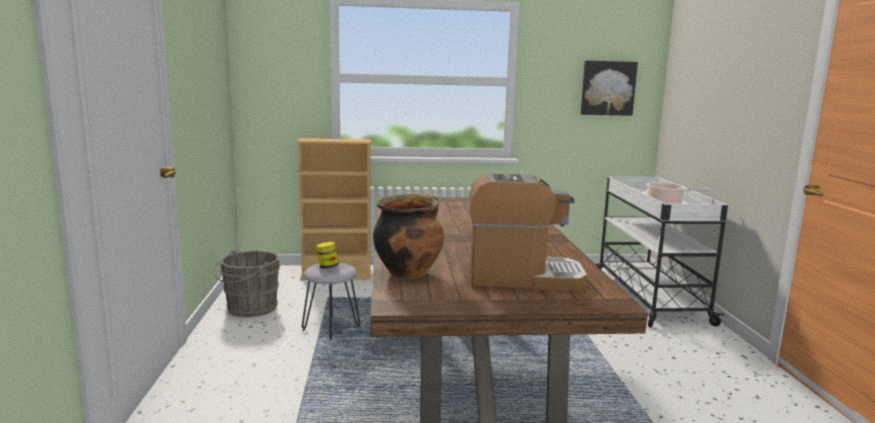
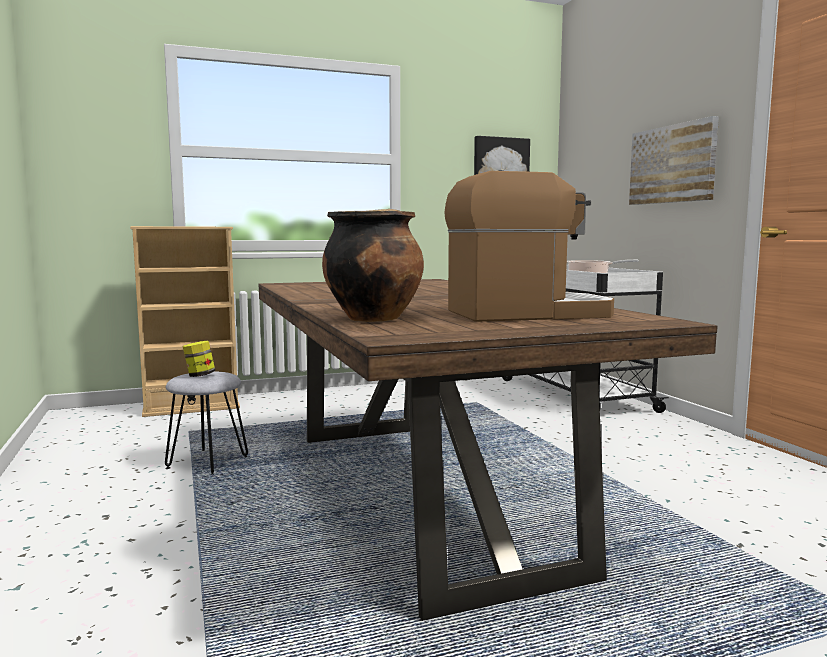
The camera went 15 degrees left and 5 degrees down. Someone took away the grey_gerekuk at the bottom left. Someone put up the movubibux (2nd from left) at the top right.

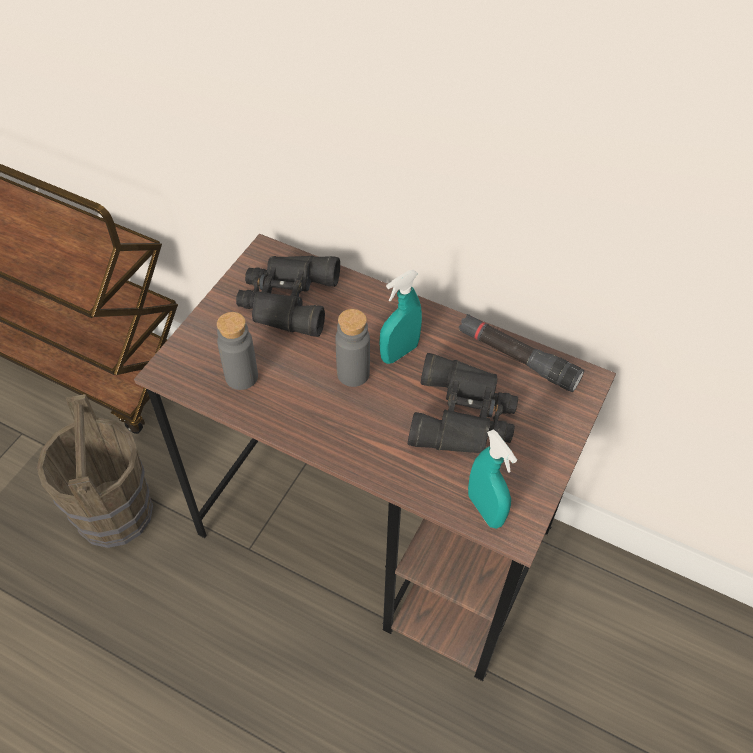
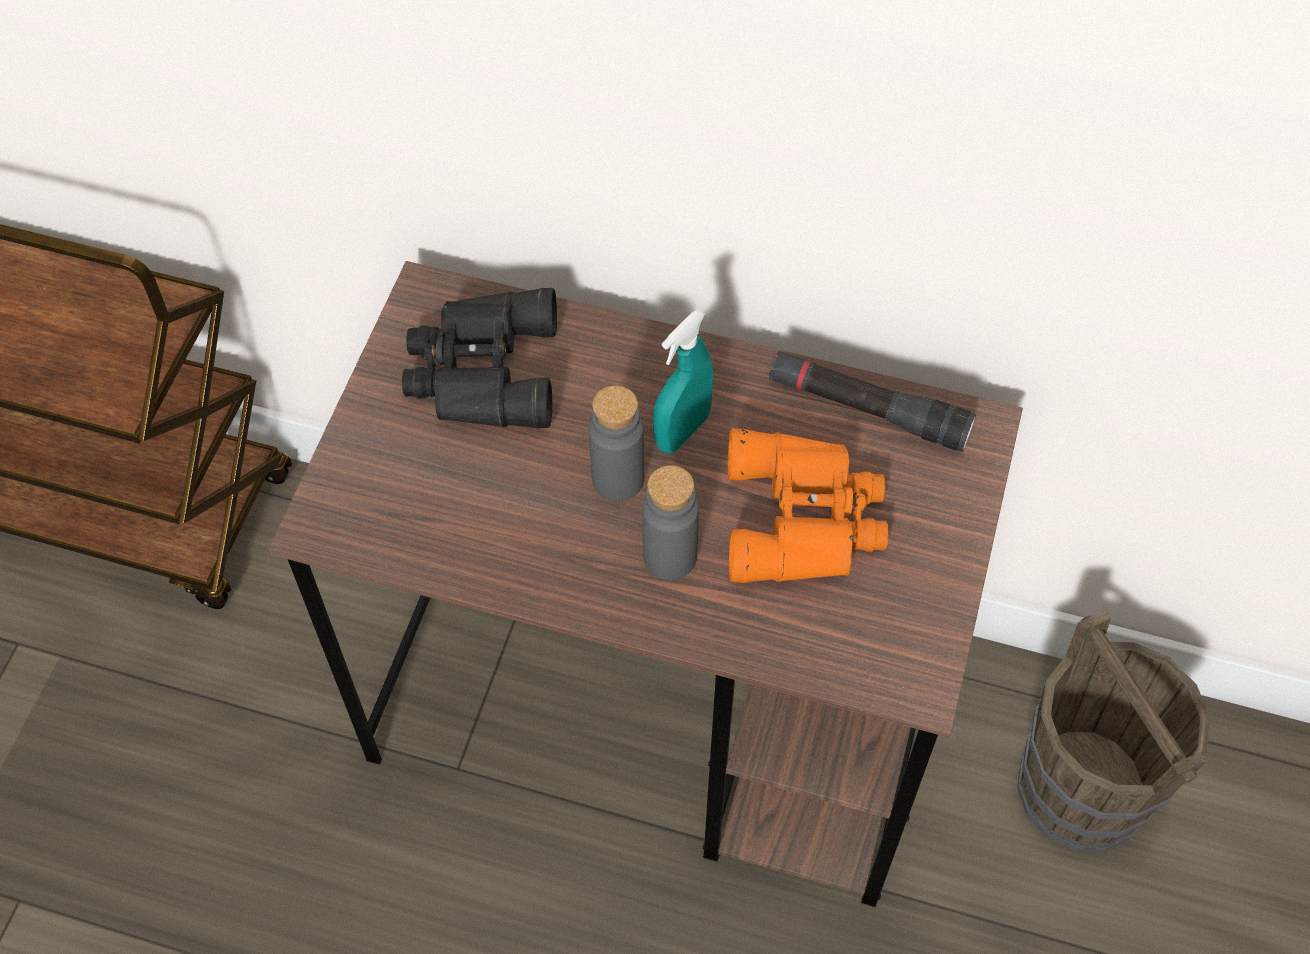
The camera went 10 degrees left and 5 degrees up. Someone carried the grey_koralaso (1st from left in the first image) from the middle left to the centre. Someone repainted the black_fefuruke (2nd from left) at the centre, which became the orange_fefuruke at the centre. Someone carried the brown_gerekuk from the middle left to the bottom right. Someone took away the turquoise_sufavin (2nd from left) at the centre.

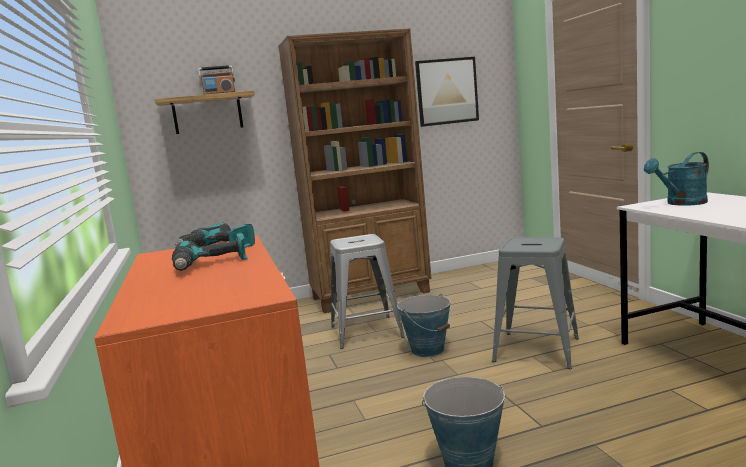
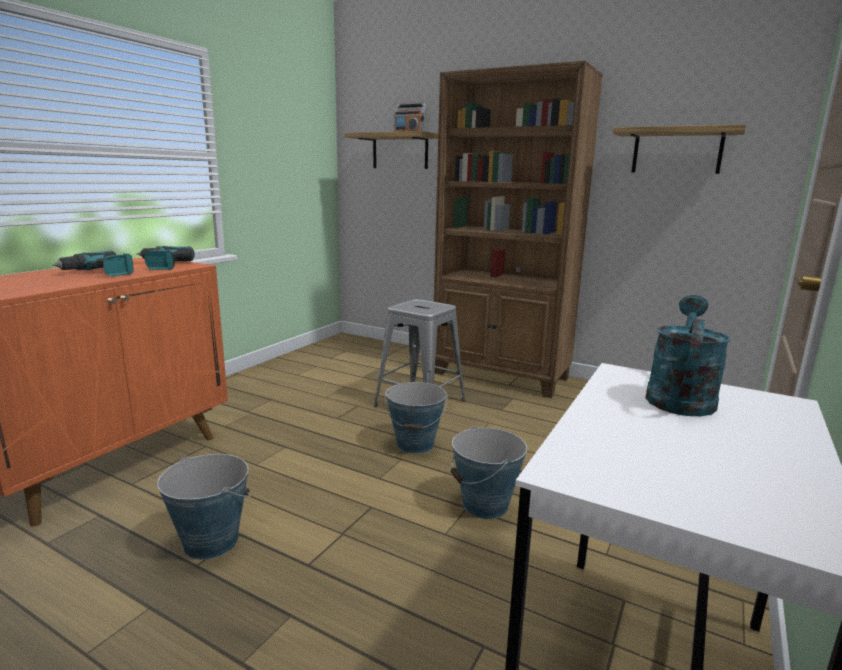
The camera went 45 degrees right and 5 degrees up. Someone swapped the movubibux at the top centre for the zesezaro (2nd from left) at the top right. Someone rotated the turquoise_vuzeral at the middle right by 90 degrees clockwise. Someone swapped the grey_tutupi (2nd from left) at the middle right for the gerekuk (3rd from left) at the bottom centre.

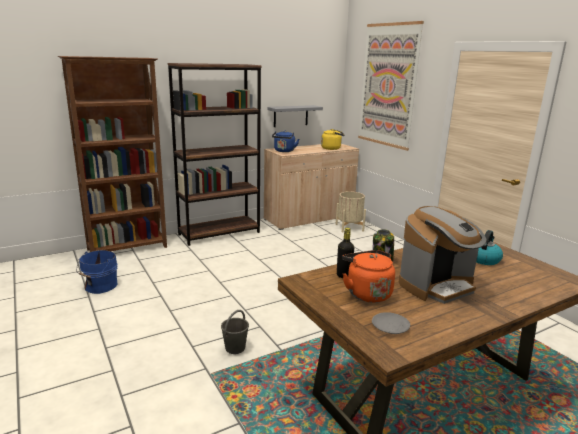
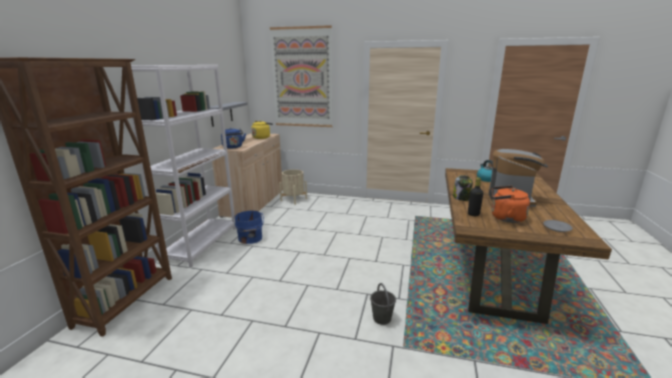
The camera went 45 degrees left and 0 degrees up. Someone repainted the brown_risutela (2nd from left) at the centre, which became the white_risutela at the middle left. Someone carried the blue_gerekuk from the middle left to the centre.

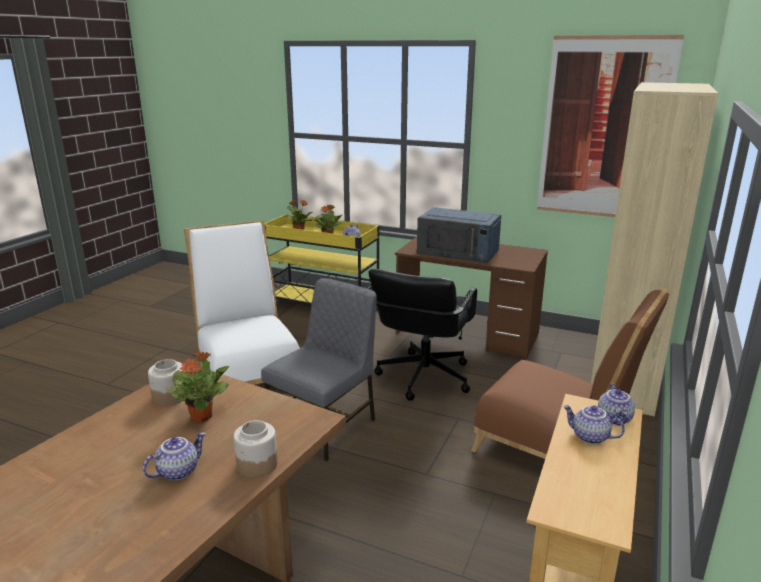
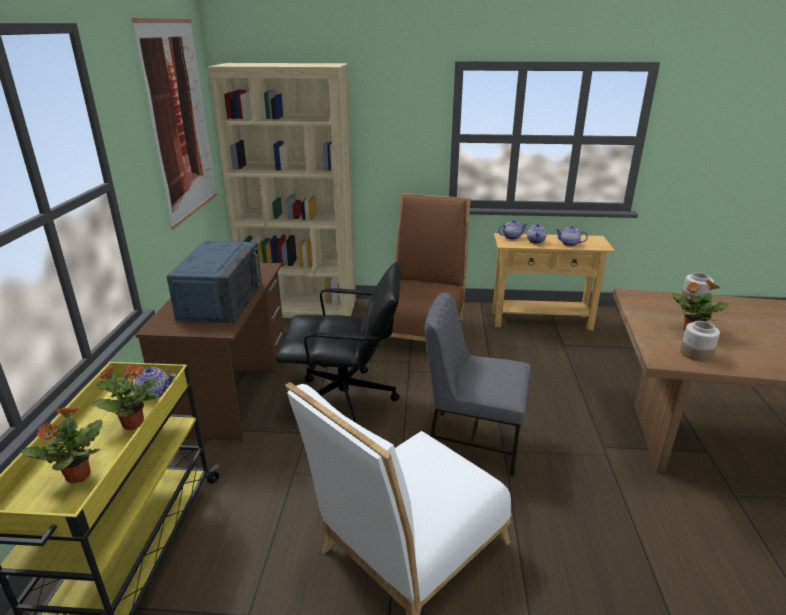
The camera went 110 degrees left and 5 degrees up. Someone carried the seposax (1st from left in the first image) from the bottom left to the middle right.

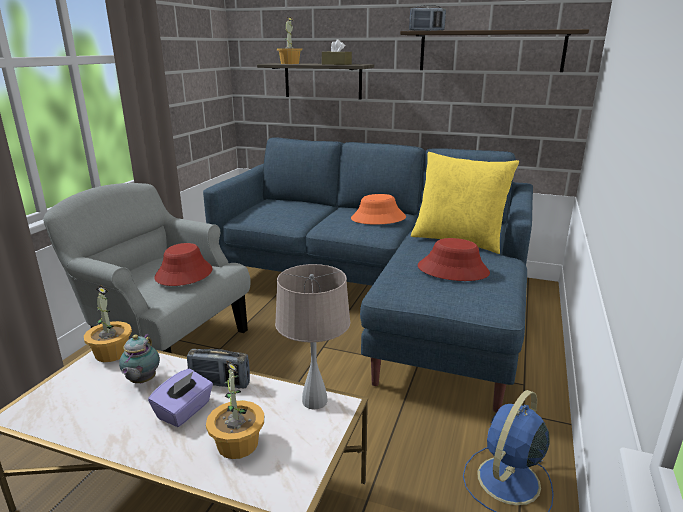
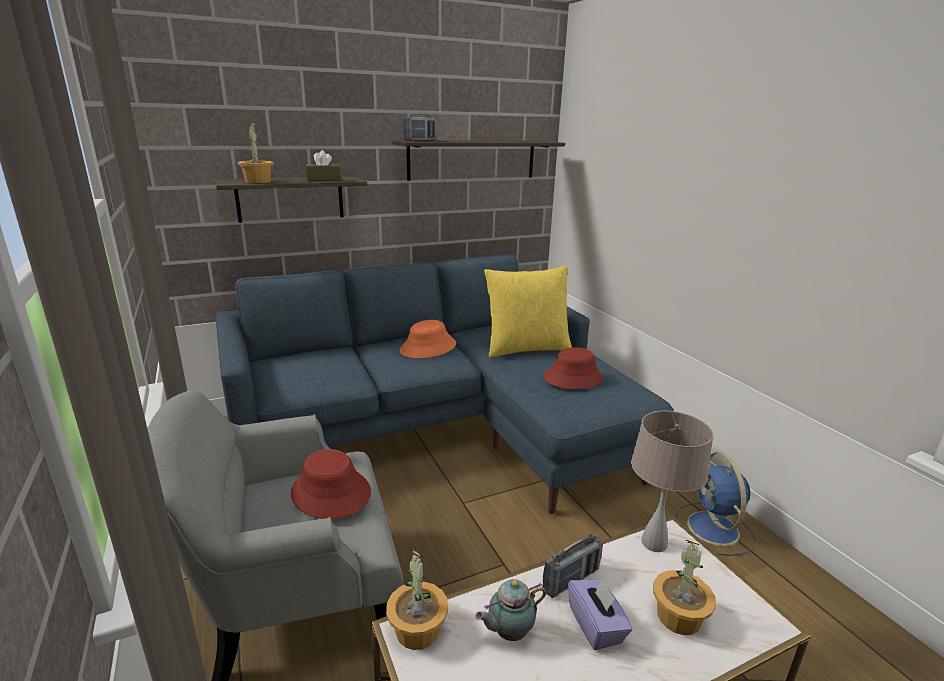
The camera went 45 degrees left and 0 degrees up. Someone rotated the seposax at the bottom left by 105 degrees clockwise.

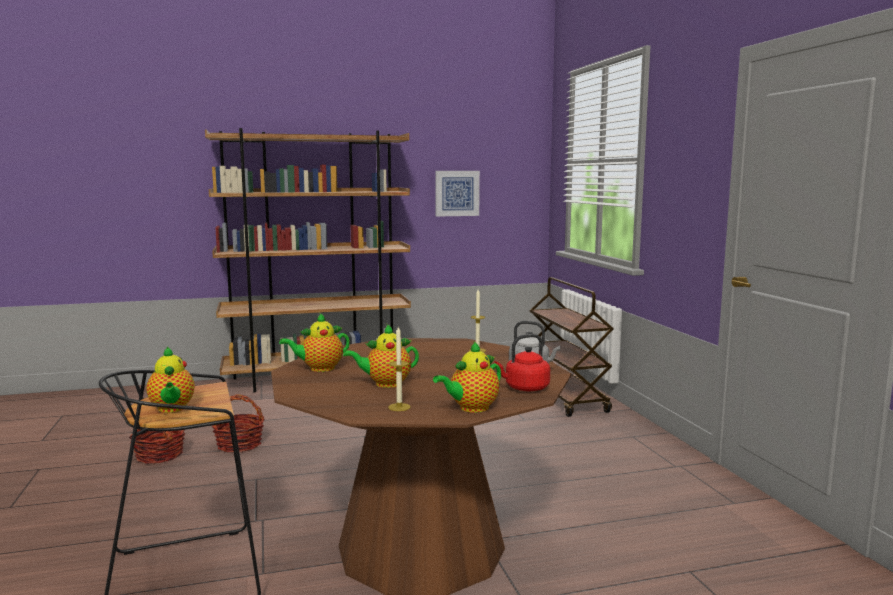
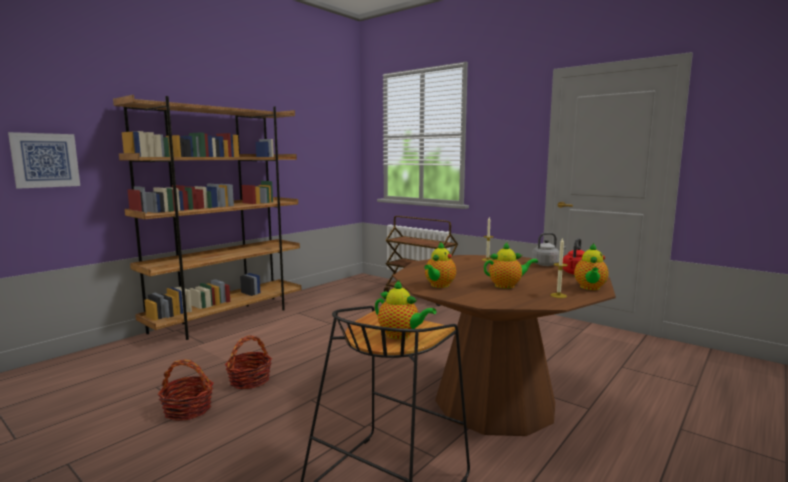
The camera went 35 degrees left and 0 degrees up. Someone carried the movubibux from the top centre to the top left. Someone rotated the seposax (3rd from left) at the centre by 135 degrees counterclockwise.

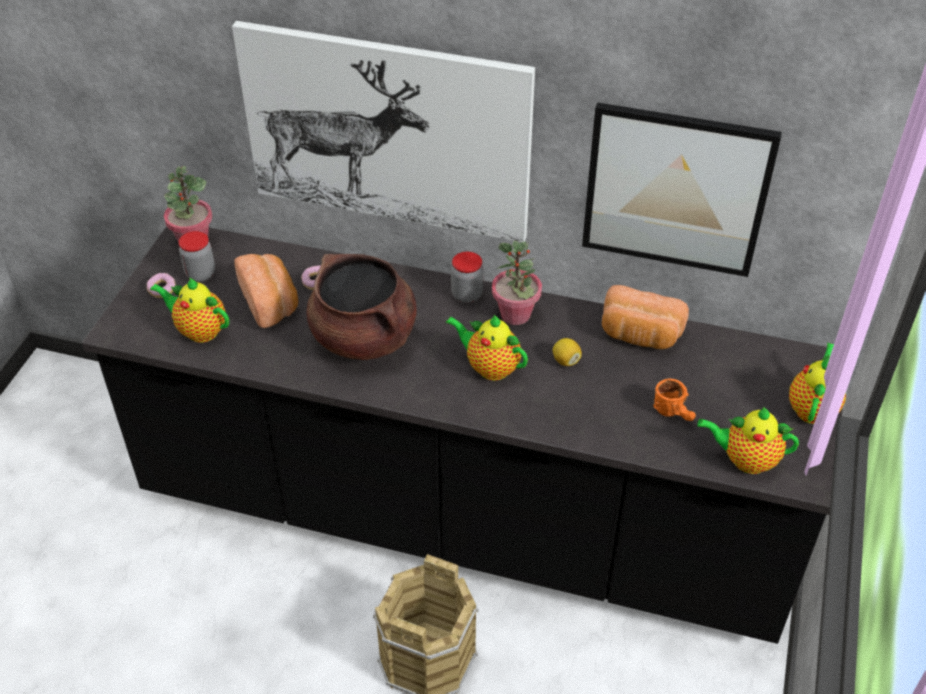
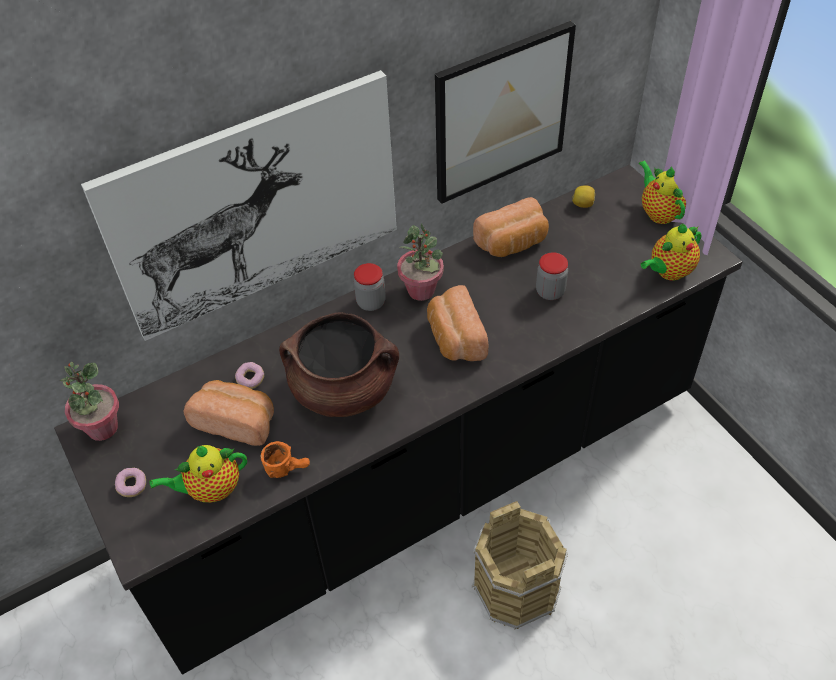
The camera went 45 degrees left and 5 degrees up. Someone carried the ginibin (1st from left in the first image) from the middle left to the centre. Someone swapped the seposax (2nd from left) at the centre for the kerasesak (2nd from left) at the centre. Someone carried the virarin from the centre to the top right. Someone carried the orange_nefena from the middle right to the bottom centre.

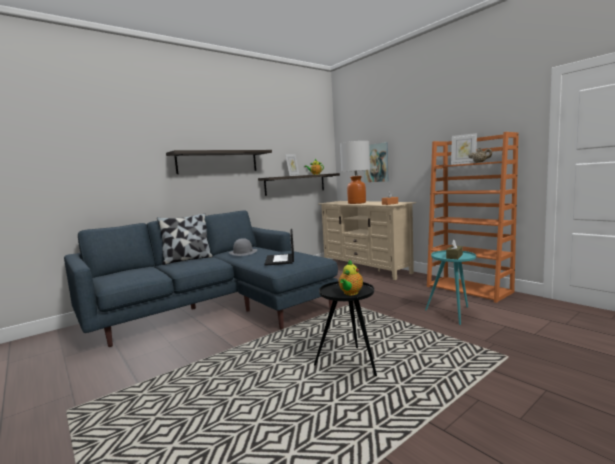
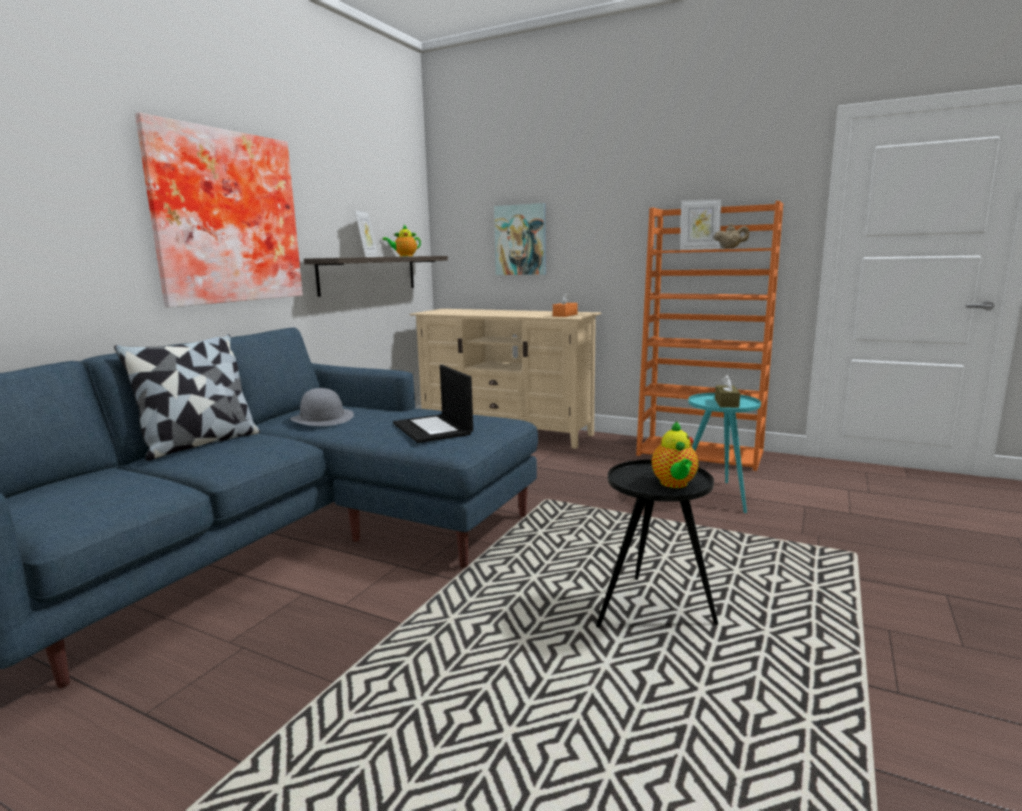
The camera went 25 degrees left and 5 degrees up. Someone took away the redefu at the centre. Someone swapped the zesezaro (1st from left) at the centre for the movubibux (1st from left) at the top left.

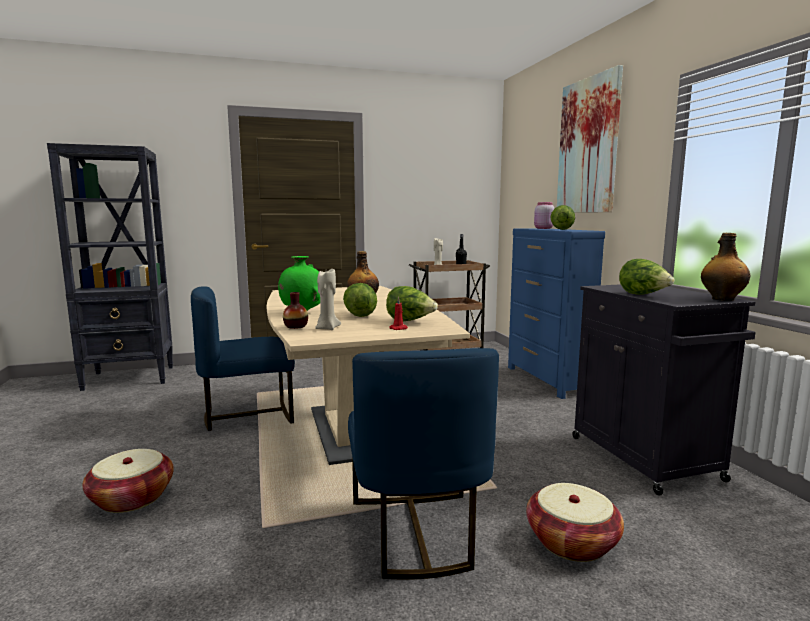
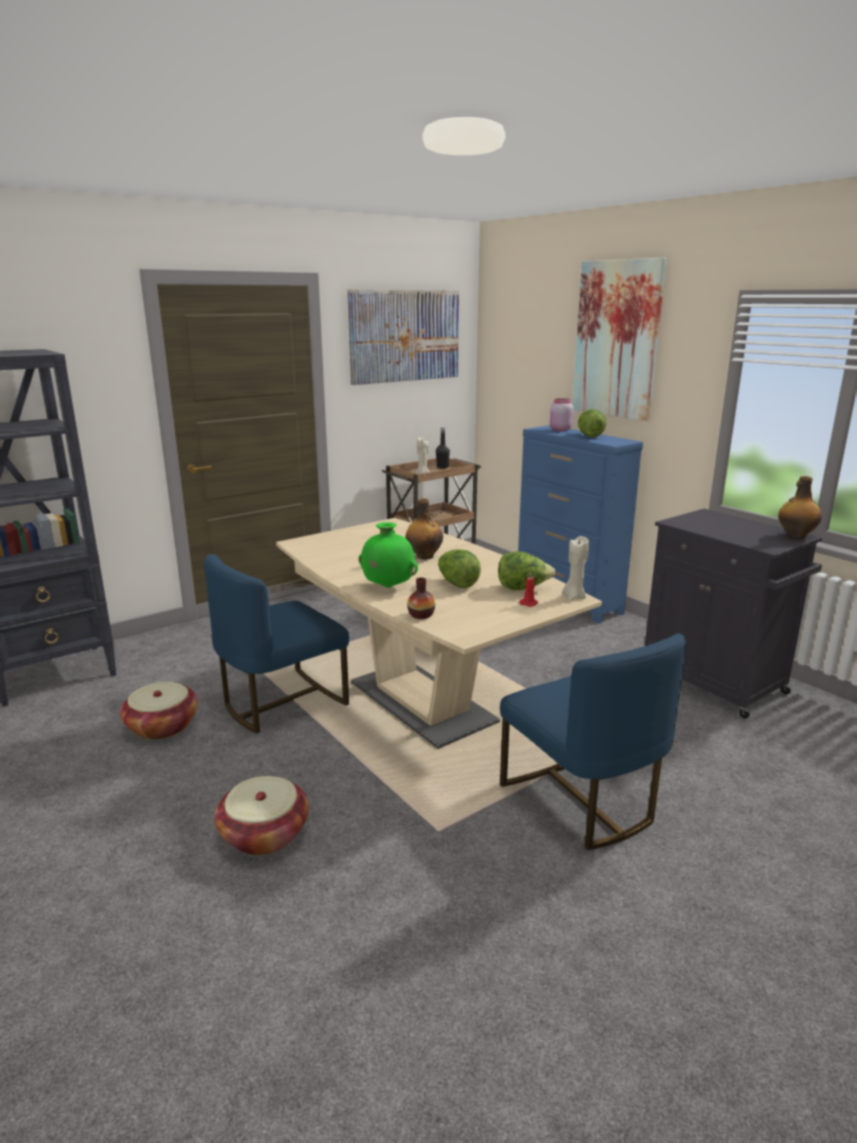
The camera went 20 degrees left and 10 degrees up. Someone took away the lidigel (4th from left) at the middle right. Someone carried the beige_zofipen (1st from left in the first image) from the centre to the middle right. Someone carried the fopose (2nd from left in the first image) from the bottom right to the middle left. Someone put up the movubibux (1st from left) at the top centre.

